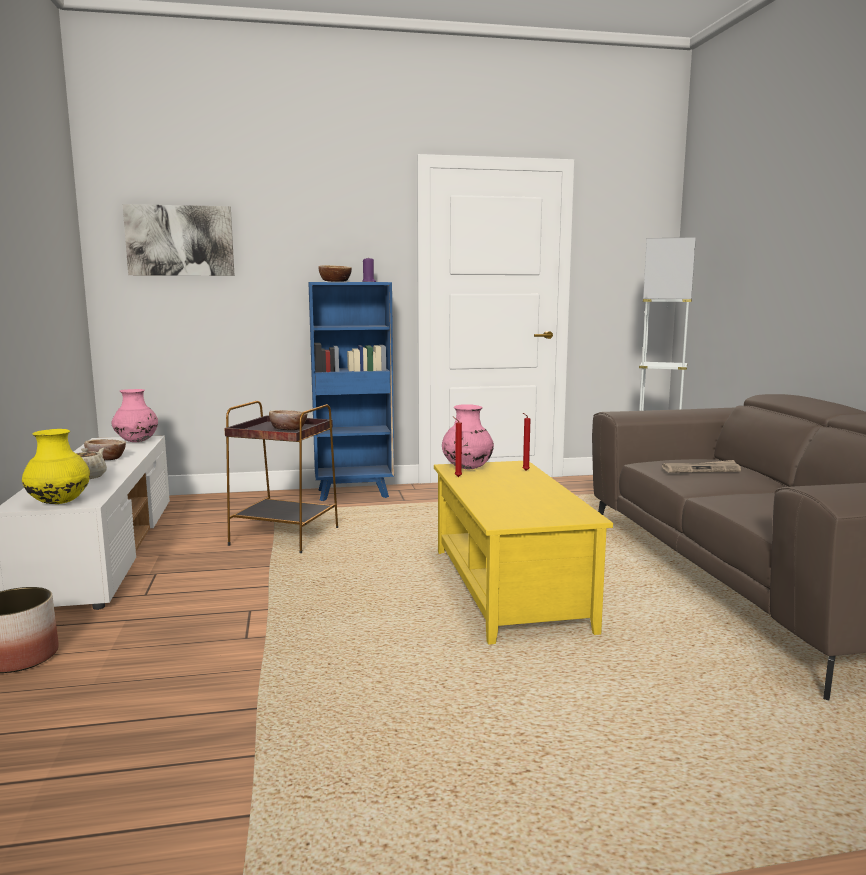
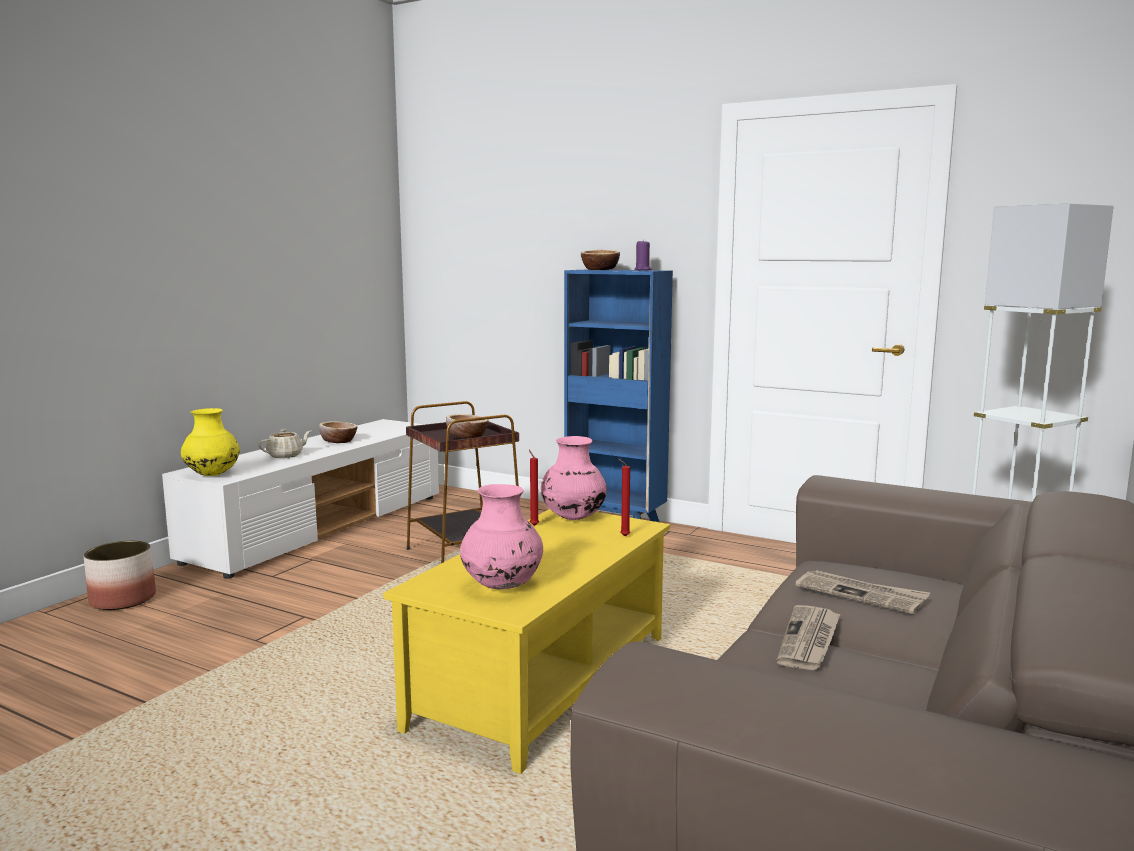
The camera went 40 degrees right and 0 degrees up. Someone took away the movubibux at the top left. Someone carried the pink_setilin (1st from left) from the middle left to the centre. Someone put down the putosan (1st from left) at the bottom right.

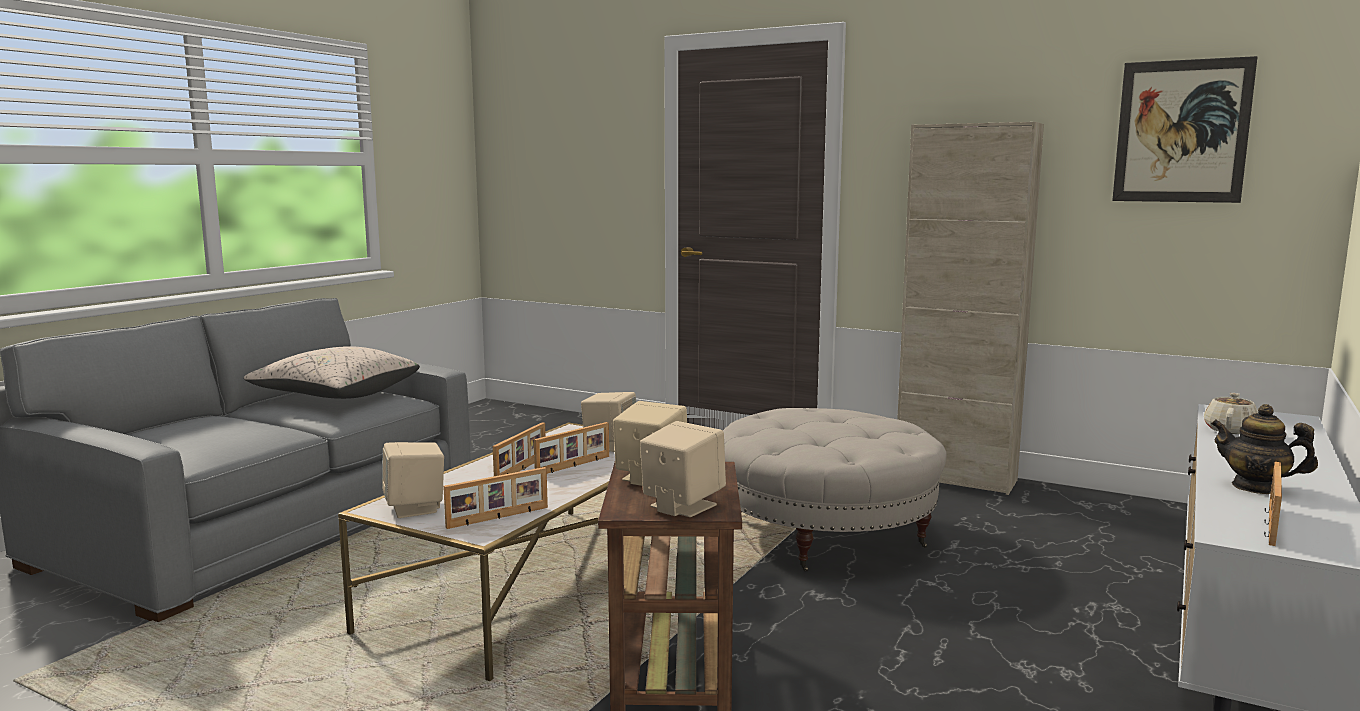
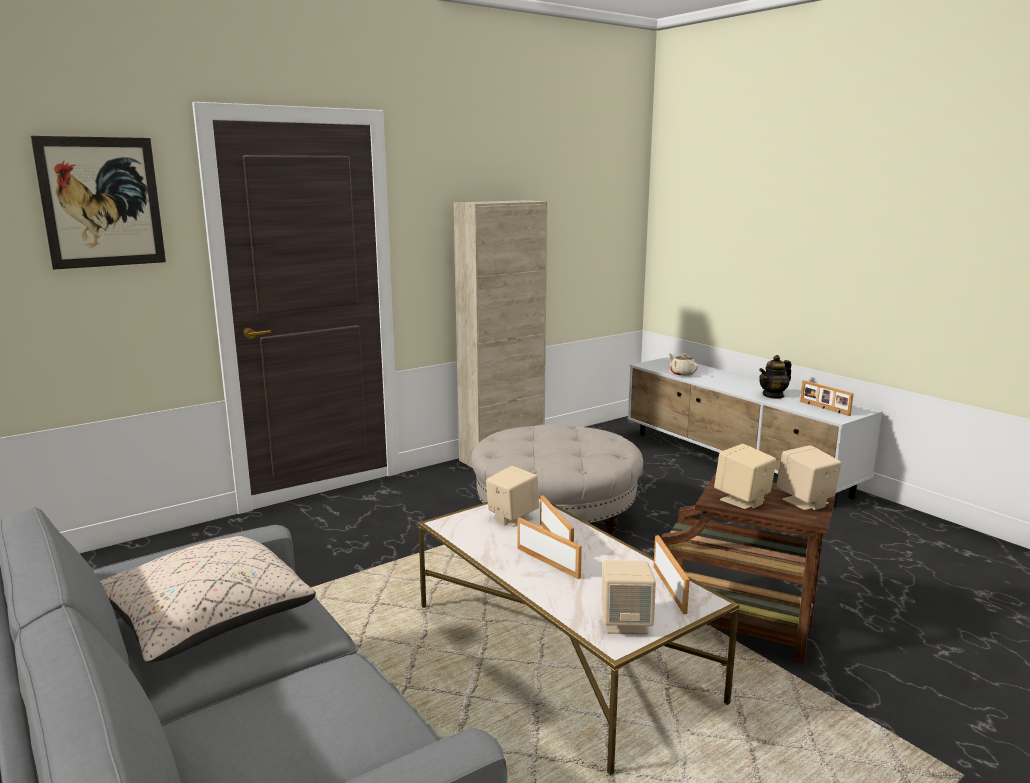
The camera went 65 degrees left and 5 degrees up. Someone carried the movubibux from the top right to the top left.

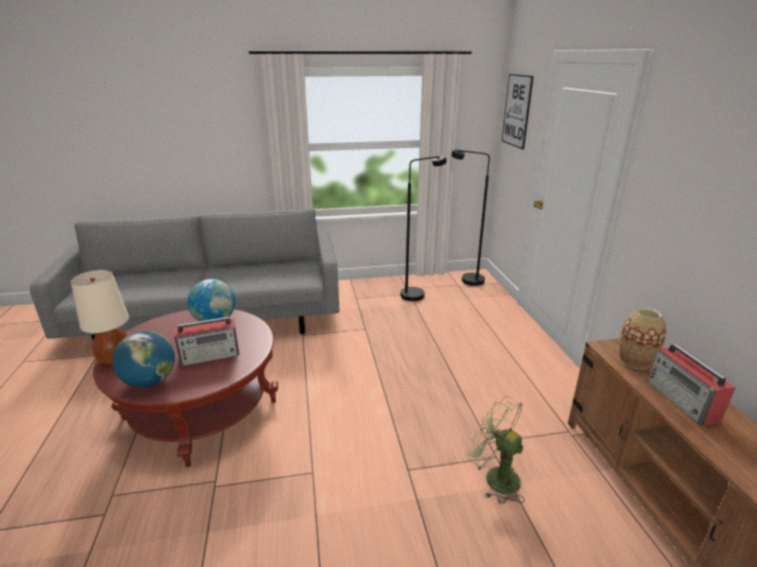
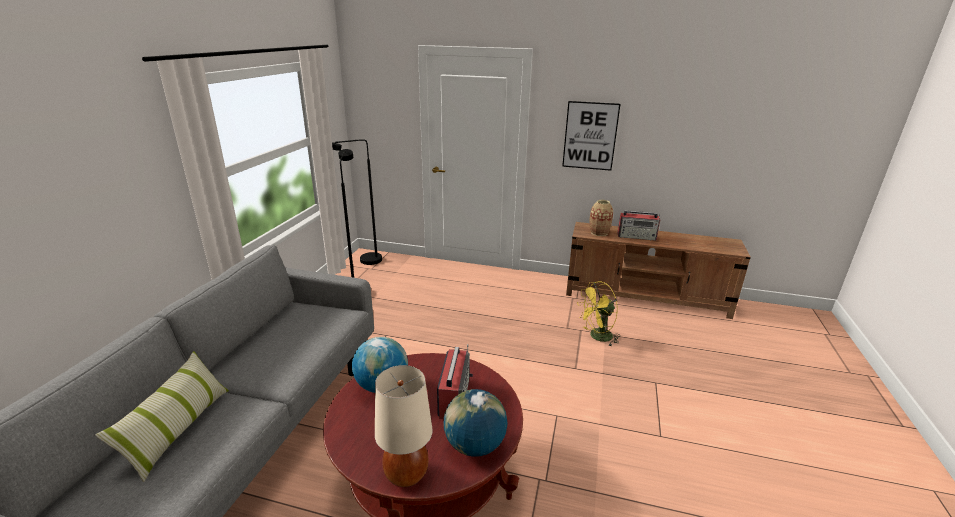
The camera went 65 degrees left and 0 degrees up. Someone carried the movubibux from the top right to the top centre. Someone repainted the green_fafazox at the bottom centre, which became the yellow_fafazox at the centre. Someone put down the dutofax at the bottom left.

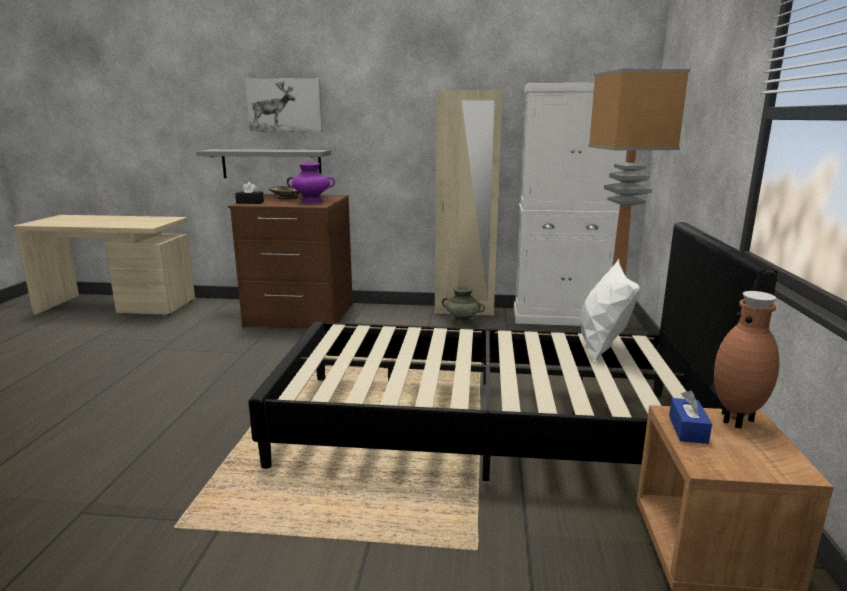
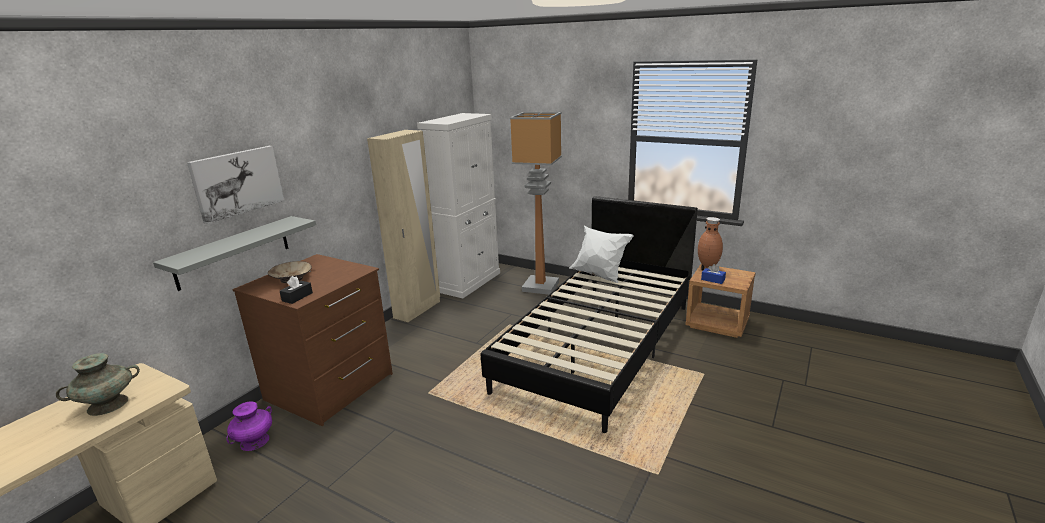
The camera went 65 degrees left and 5 degrees up. Someone carried the purple_setilin from the top centre to the bottom left. Someone carried the turquoise_setilin from the centre to the bottom left.

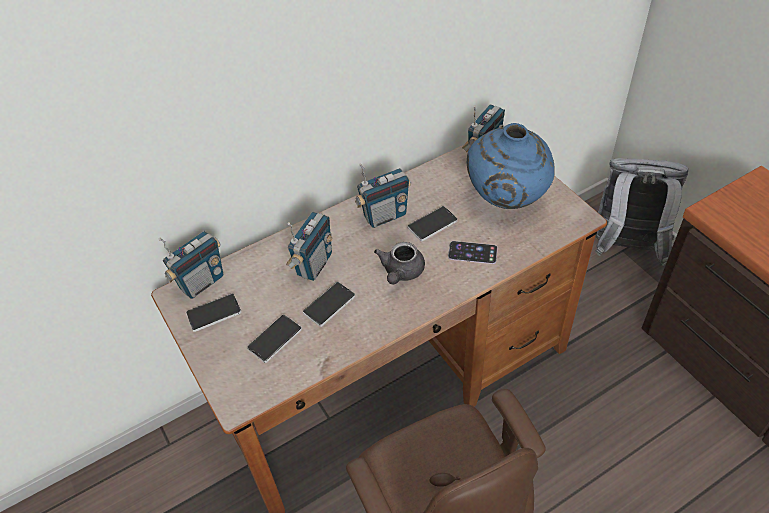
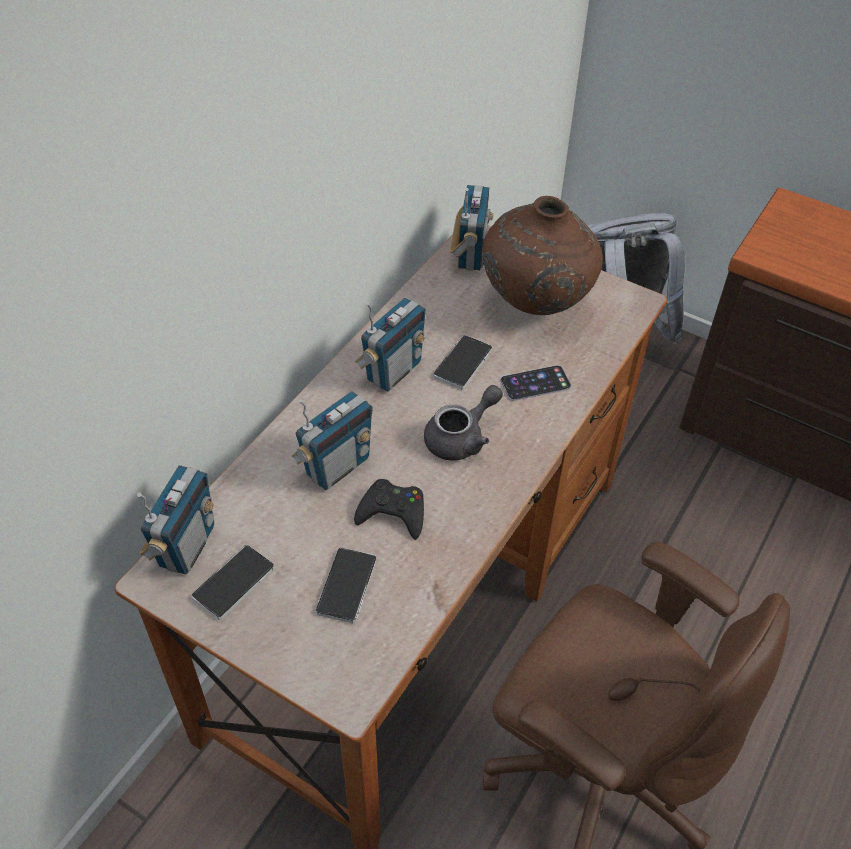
The camera went 30 degrees left and 0 degrees up. Someone repainted the blue_setilin at the top centre, which became the brown_setilin at the top centre. Someone rotated the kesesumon (2nd from left) at the centre by 45 degrees clockwise. Someone rotated the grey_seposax at the centre by 120 degrees counterclockwise. Someone swapped the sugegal (3rd from left) at the centre for the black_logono at the centre.

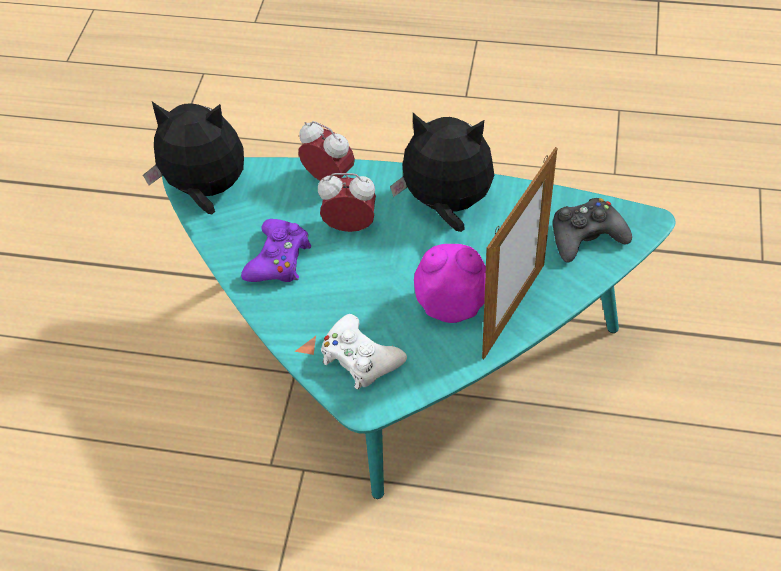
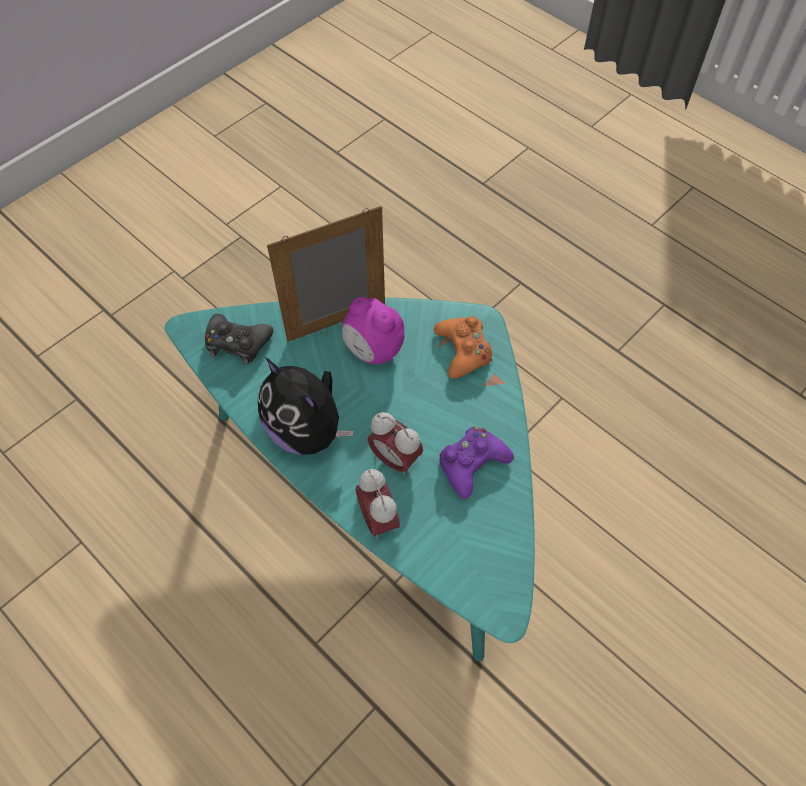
The camera went 150 degrees left and 5 degrees up. Someone took away the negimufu (1st from left) at the top left. Someone repainted the white_logono at the centre, which became the orange_logono at the centre.

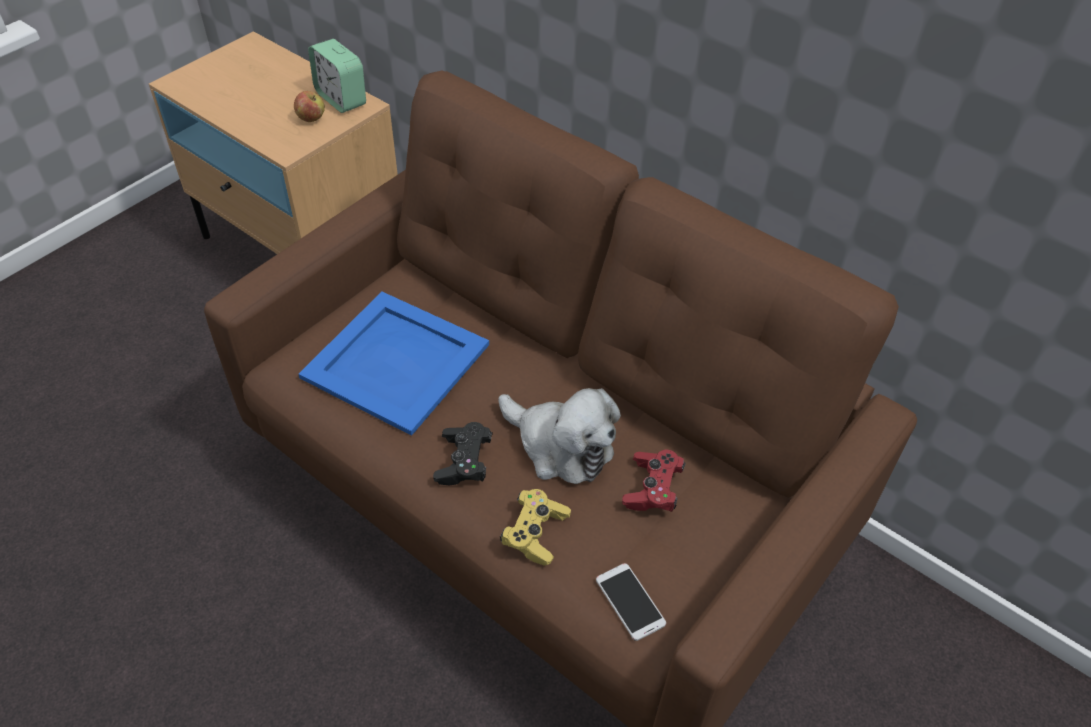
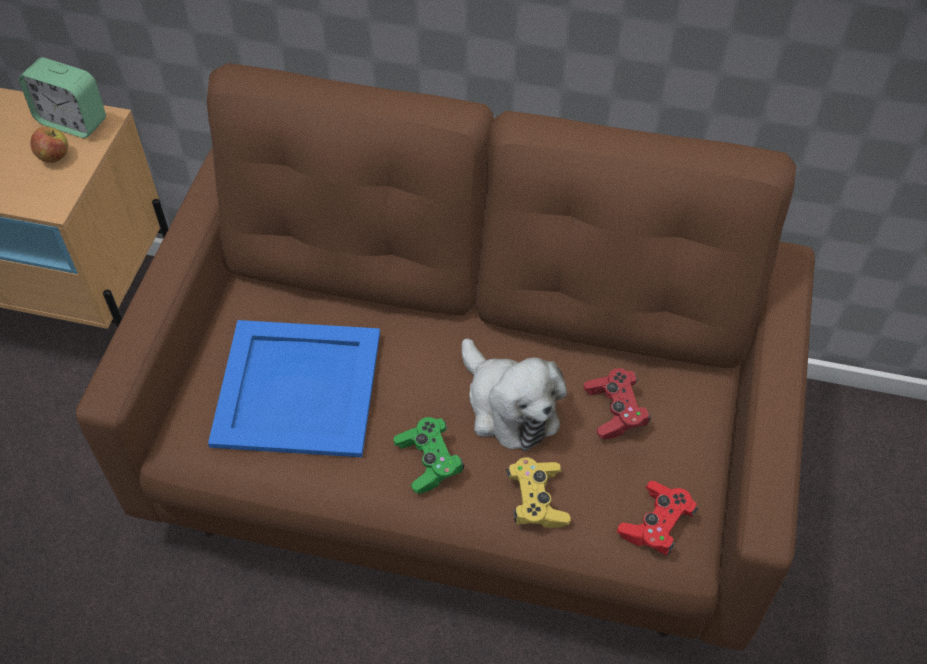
The camera went 25 degrees left and 5 degrees up. Someone rotated the negimufu at the centre by 45 degrees clockwise. Someone repainted the black_logono at the centre, which became the green_logono at the bottom centre. Someone swapped the sugegal at the bottom centre for the red_logono (2nd from left) at the bottom right.

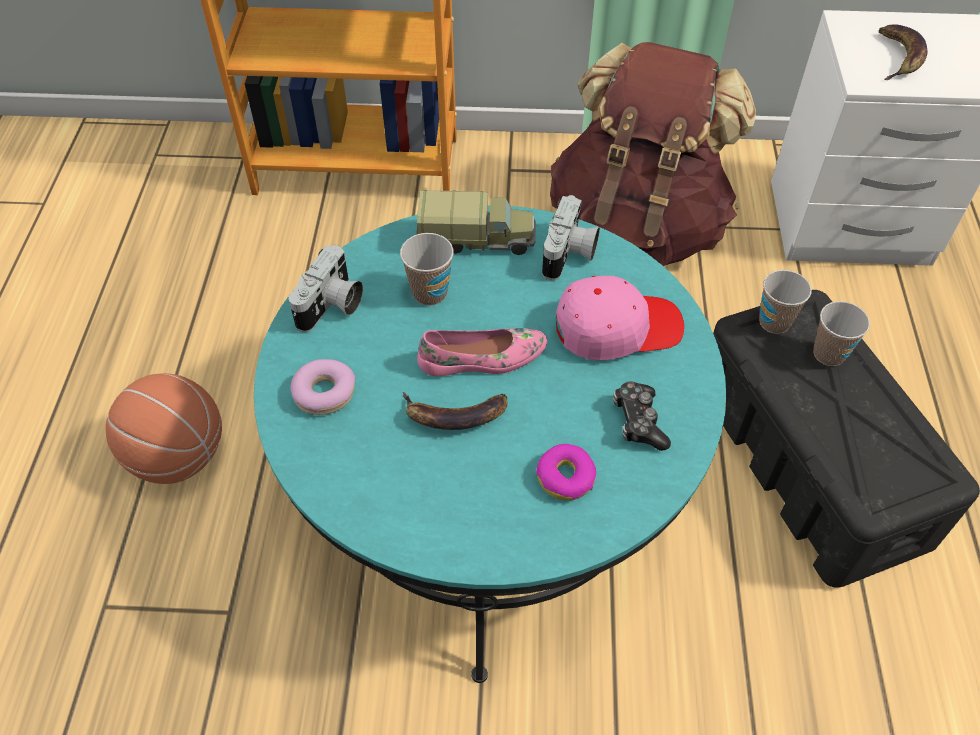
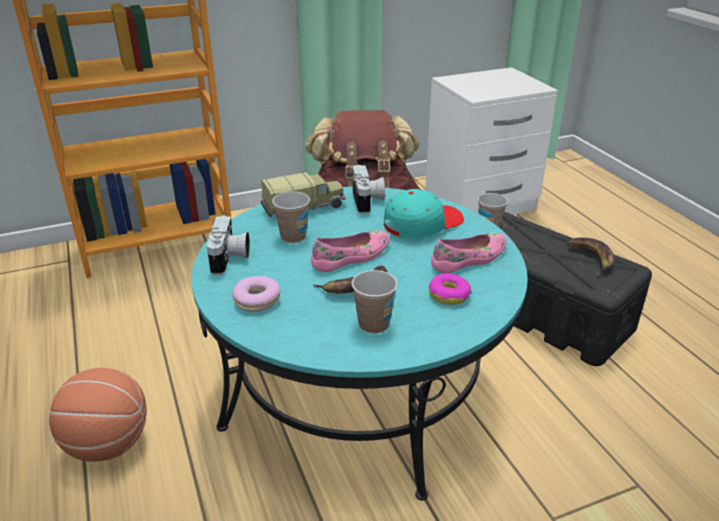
The camera went 25 degrees left and 20 degrees down. Someone carried the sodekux (2nd from left) from the top right to the middle right. Someone repainted the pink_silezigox at the centre, which became the turquoise_silezigox at the centre. Someone carried the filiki (3rd from left in the first image) from the middle right to the centre. Someone swapped the logono at the centre for the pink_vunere (2nd from left) at the centre.

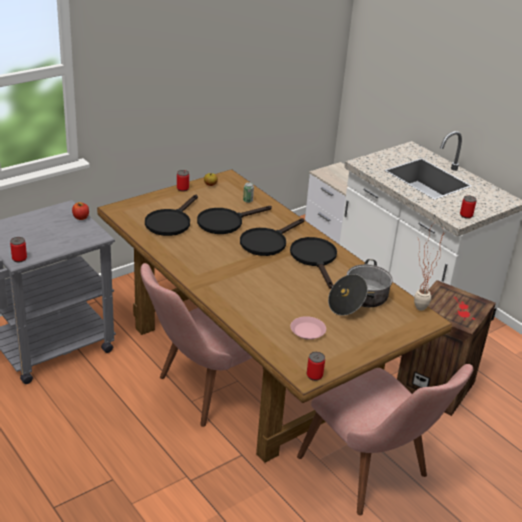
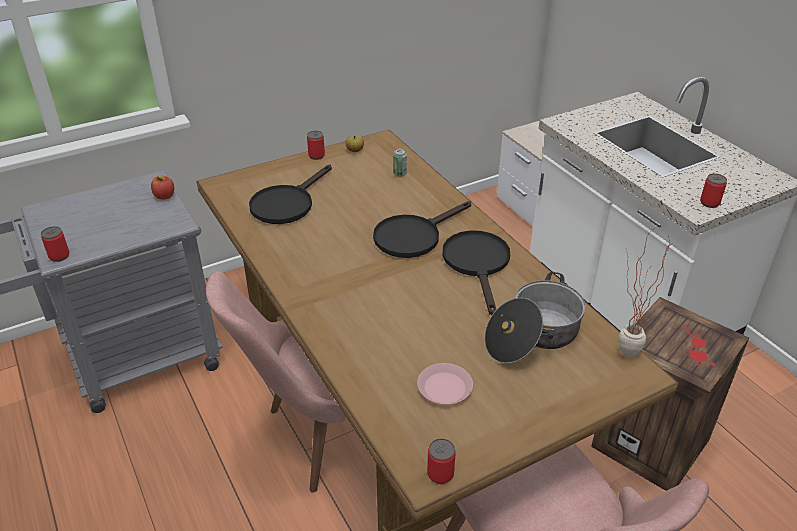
The camera went 10 degrees right and 5 degrees up. Someone took away the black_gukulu (2nd from left) at the centre.

